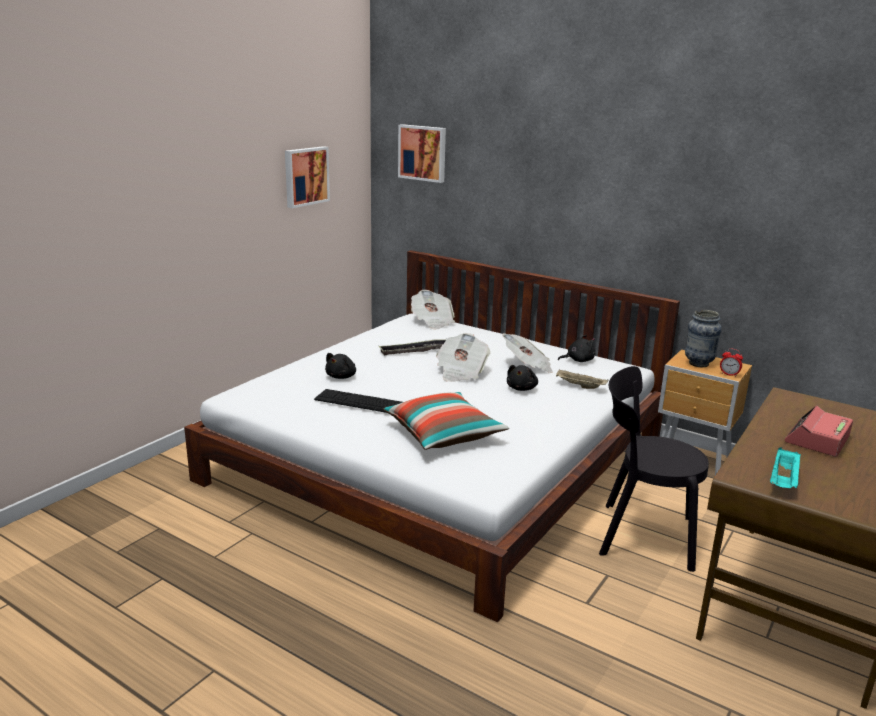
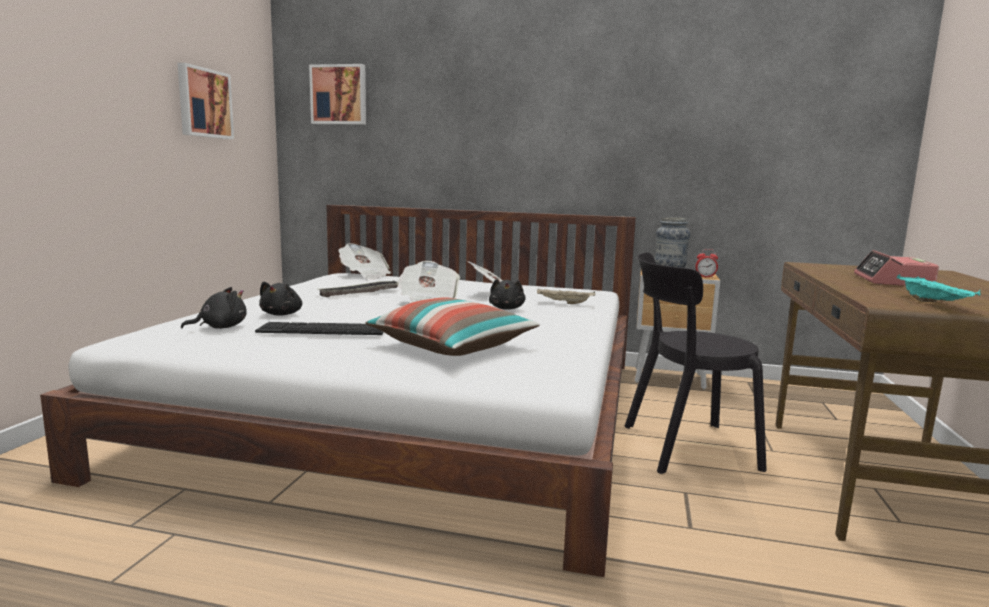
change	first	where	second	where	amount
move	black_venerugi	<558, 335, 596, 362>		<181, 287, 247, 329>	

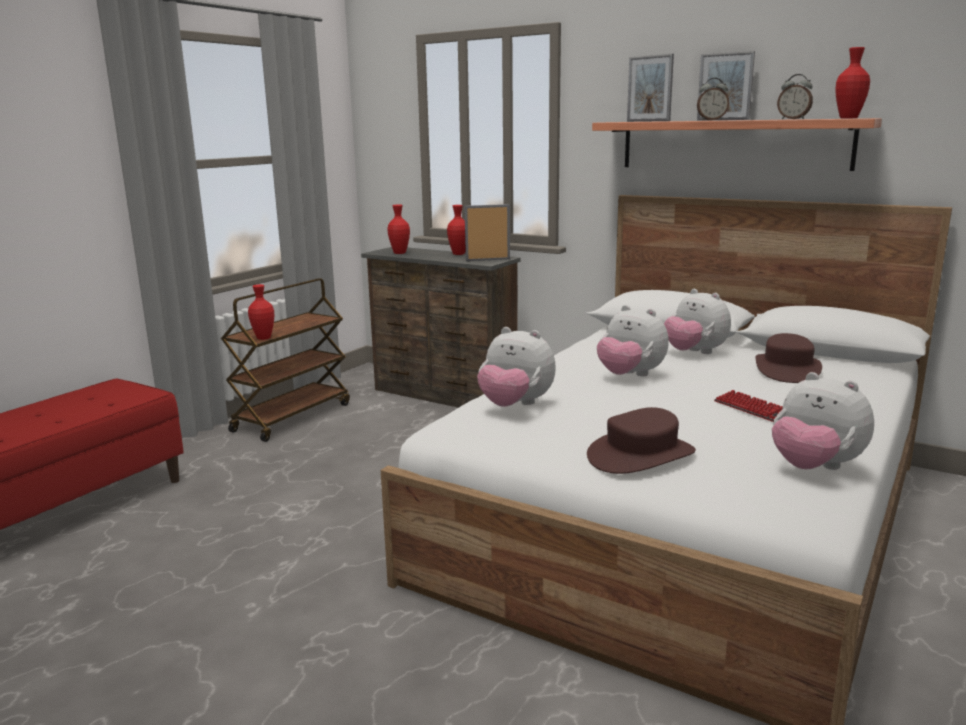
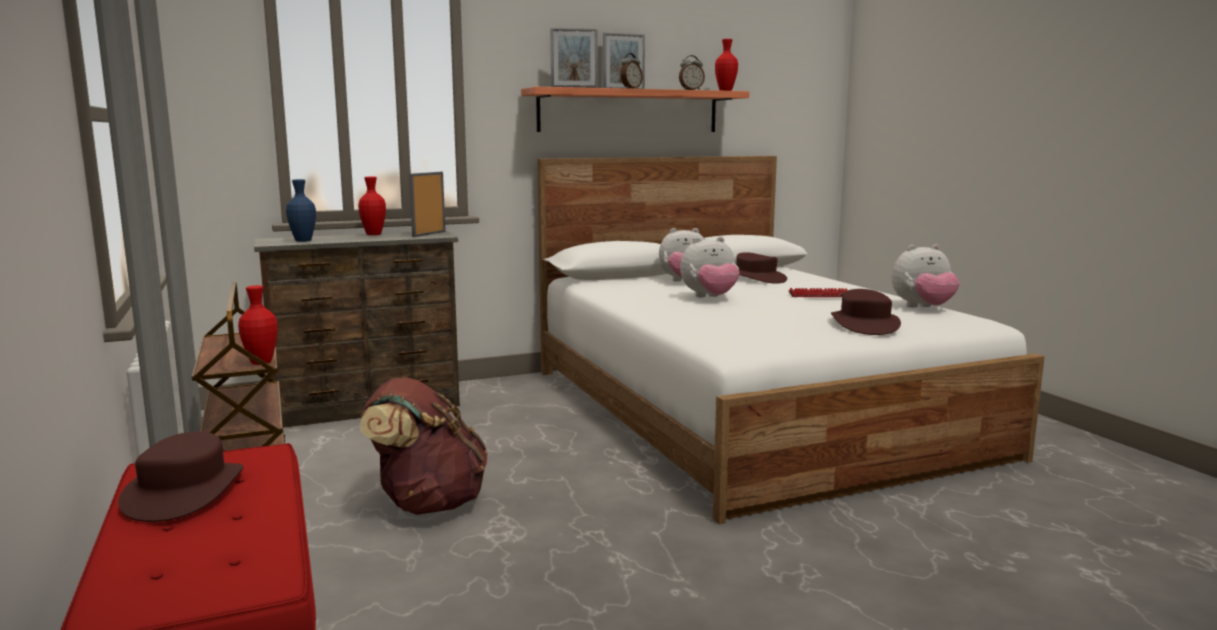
change	first	where	second	where	amount
recolor	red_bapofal	<387, 204, 410, 254>	blue_bapofal	<286, 179, 316, 242>	
delete	venerugi	<477, 327, 556, 407>			
insert			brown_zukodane	<118, 431, 243, 522>	
insert			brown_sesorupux	<360, 377, 488, 515>	

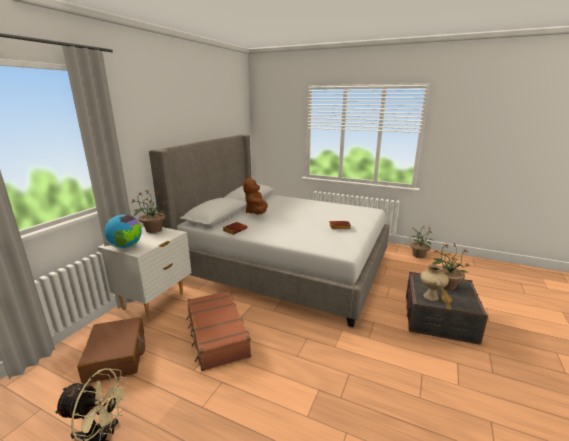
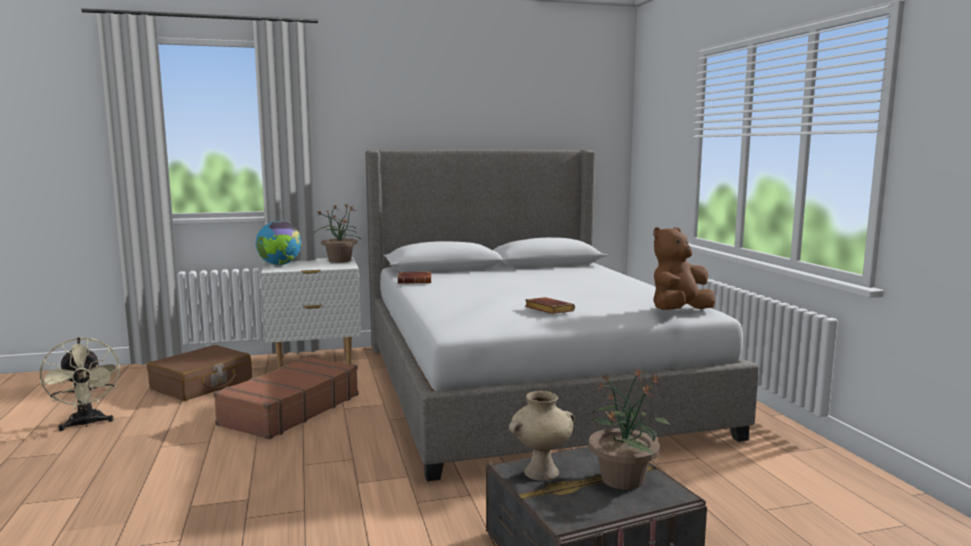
change	first	where	second	where	amount
move	brown_venerugi	<243, 177, 268, 214>		<653, 227, 715, 310>	
delete	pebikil	<409, 226, 433, 258>			

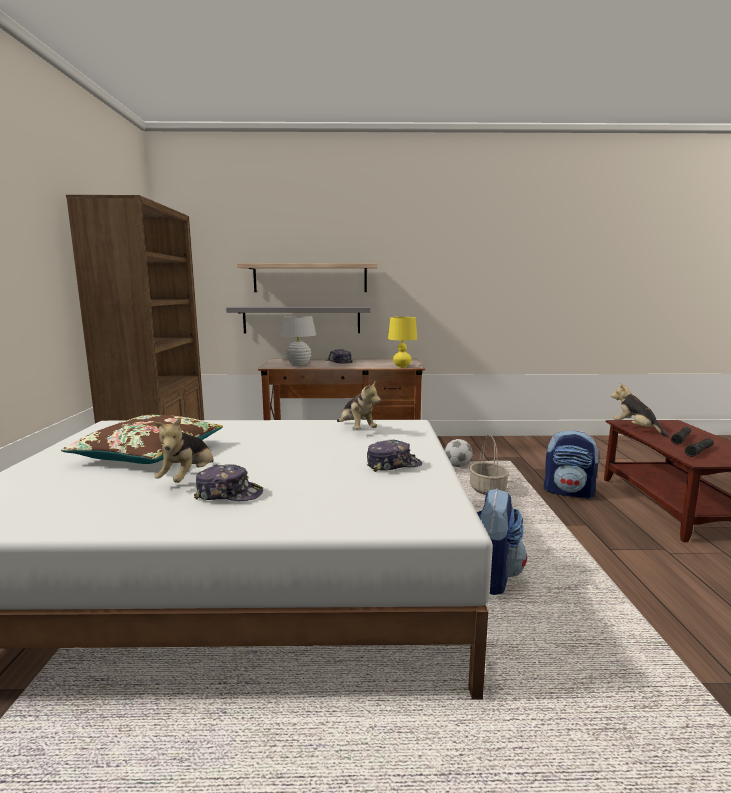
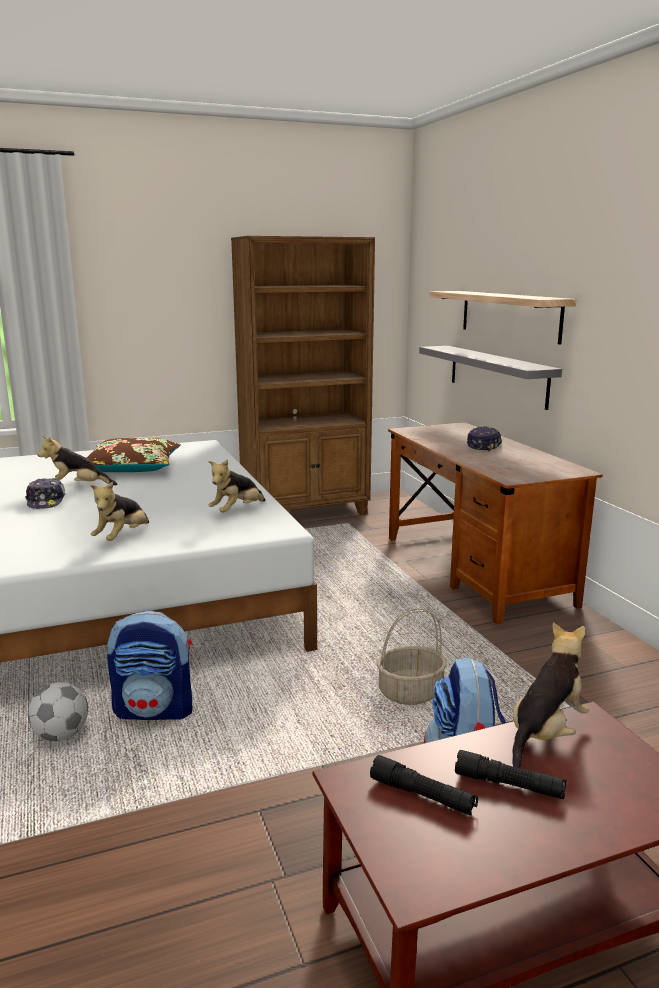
change	first	where	second	where	amount
delete	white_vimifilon	<280, 316, 316, 366>			
replace	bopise	<367, 440, 422, 472>	venerugi	<90, 481, 149, 541>	
delete	yellow_vimifilon	<388, 317, 417, 367>			
move	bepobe	<445, 439, 472, 467>		<28, 682, 88, 741>	

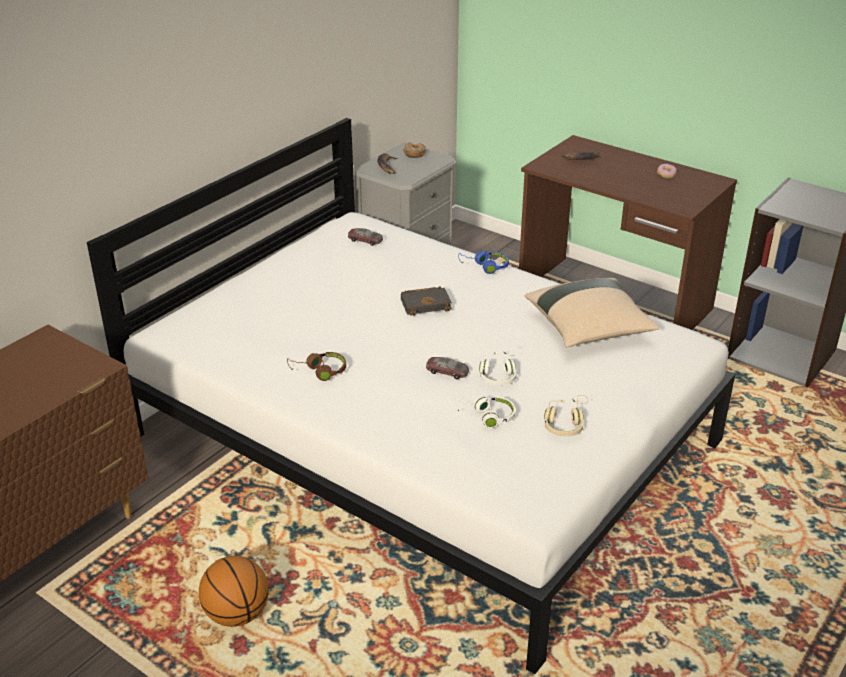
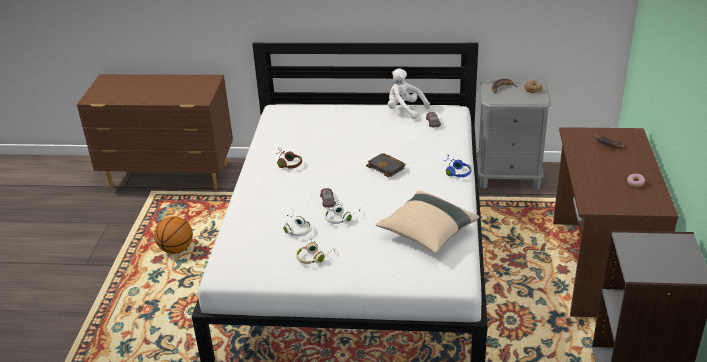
change	first	where	second	where	amount
insert			white_venerugi	<388, 68, 430, 119>	

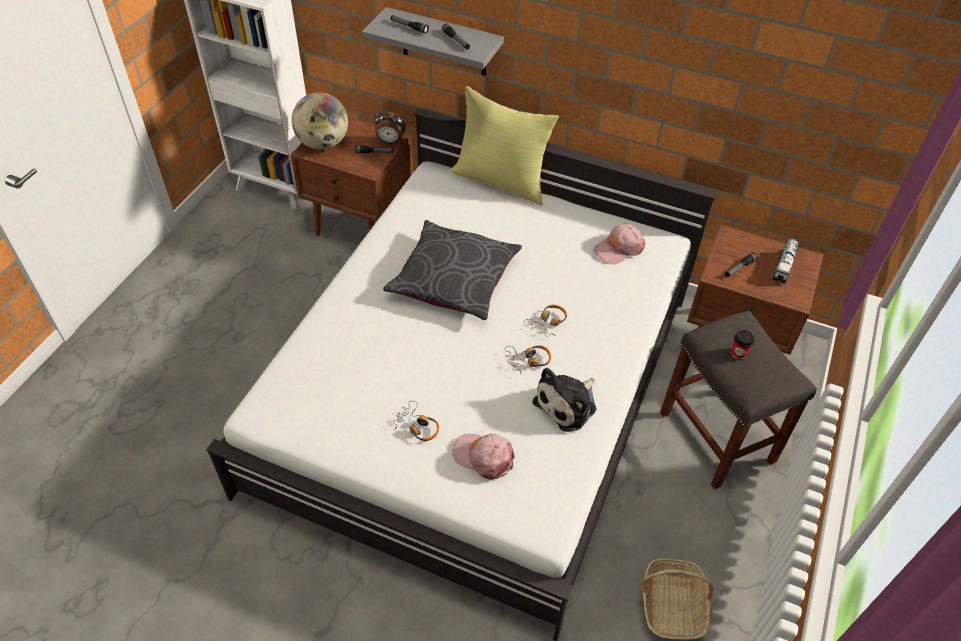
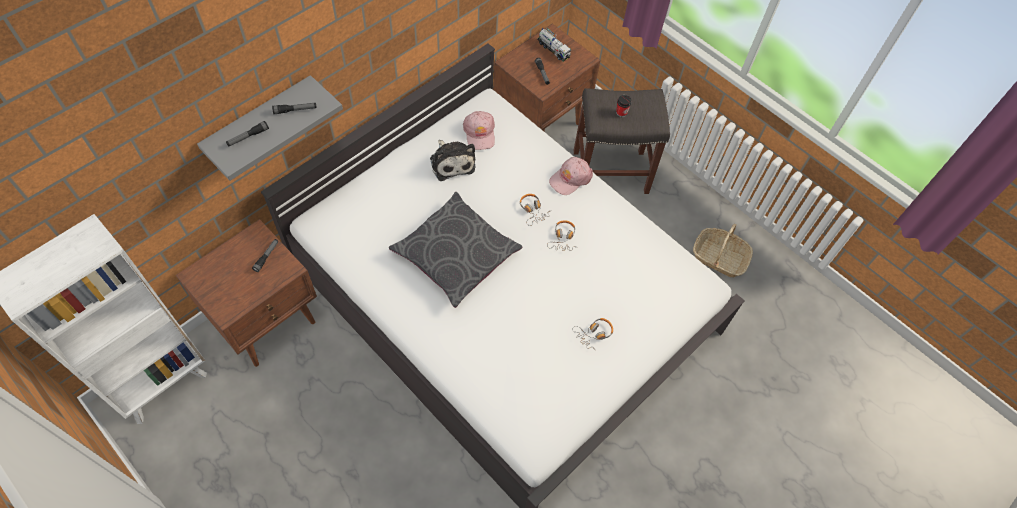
change	first	where	second	where	amount
delete	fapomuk	<292, 92, 348, 150>			
delete	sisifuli	<374, 108, 406, 144>			
delete	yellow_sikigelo	<451, 86, 559, 205>			
move	pink_bopise	<452, 434, 515, 480>		<549, 157, 593, 195>	
move	venerugi	<532, 368, 596, 432>		<430, 140, 476, 181>	

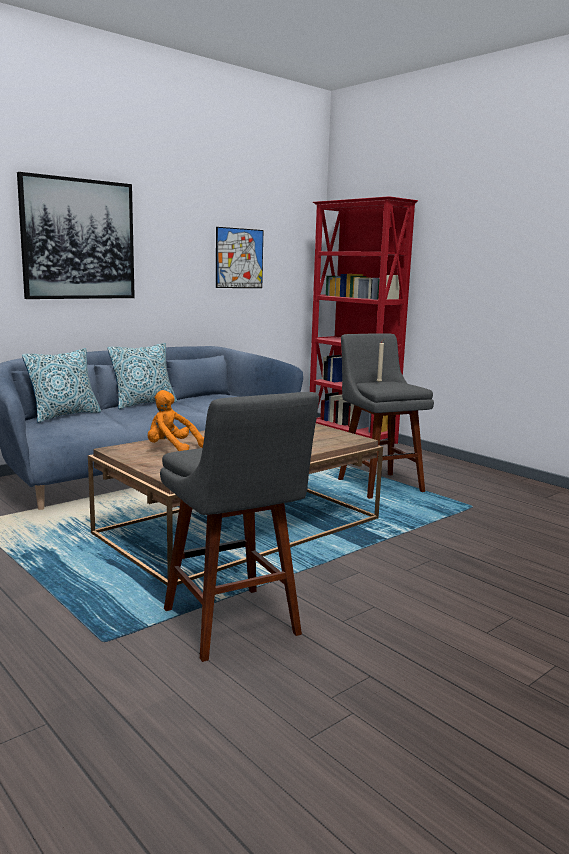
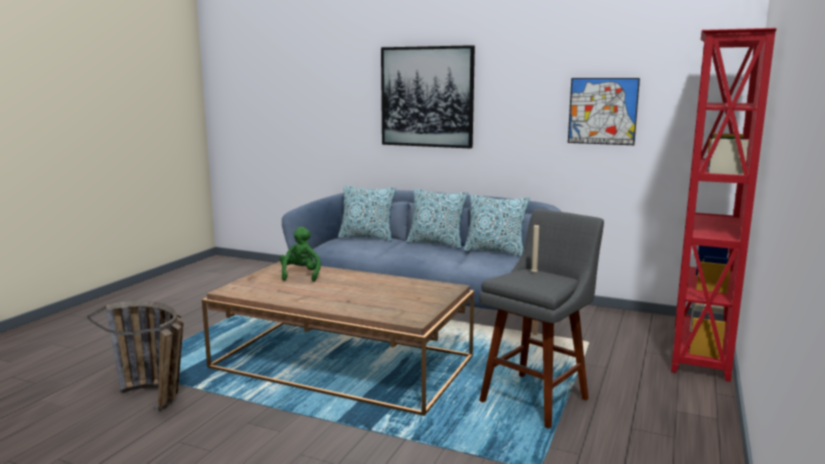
change	first	where	second	where	amount
recolor	orange_venerugi	<148, 390, 204, 451>	green_venerugi	<280, 227, 321, 282>	
replace	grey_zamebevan	<160, 392, 319, 662>	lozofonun	<87, 301, 184, 412>	
insert			sikigelo	<464, 195, 530, 257>	

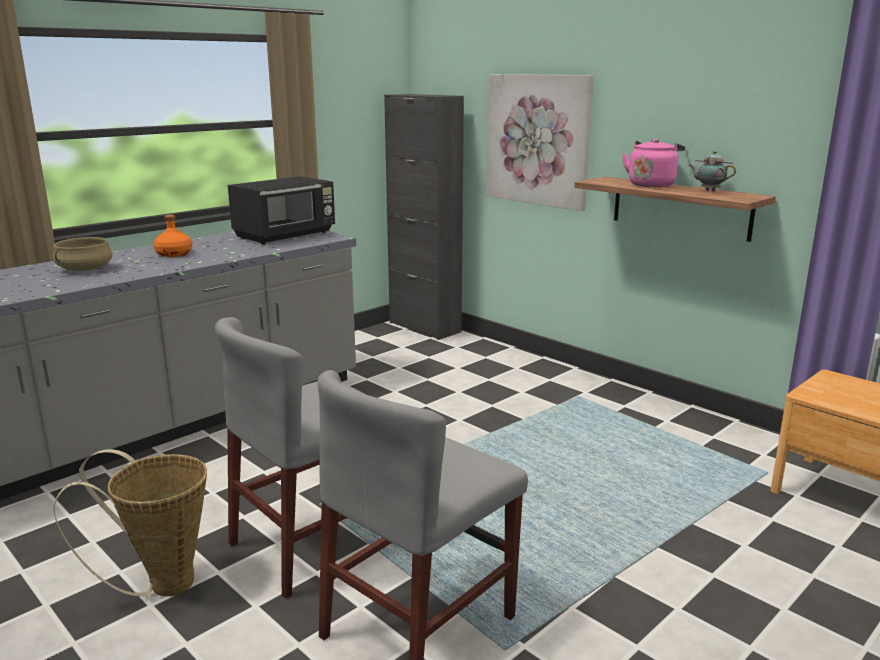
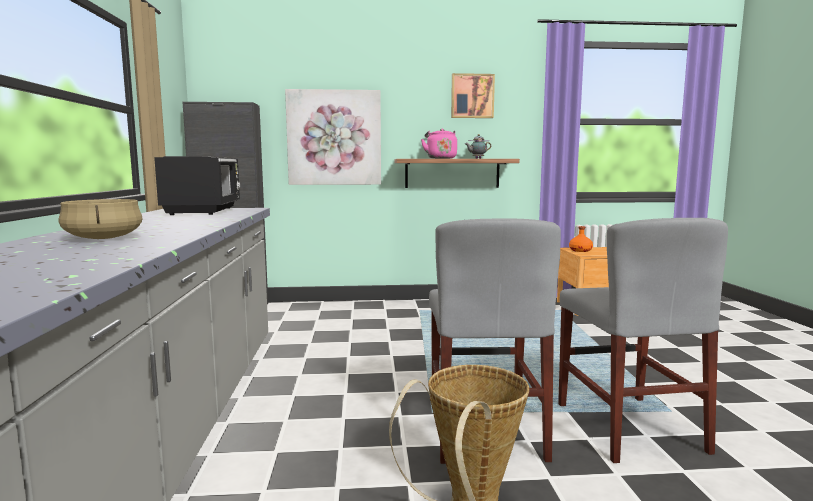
change	first	where	second	where	amount
move	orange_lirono	<154, 215, 192, 257>		<569, 226, 593, 252>	
insert			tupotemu	<451, 73, 495, 118>	

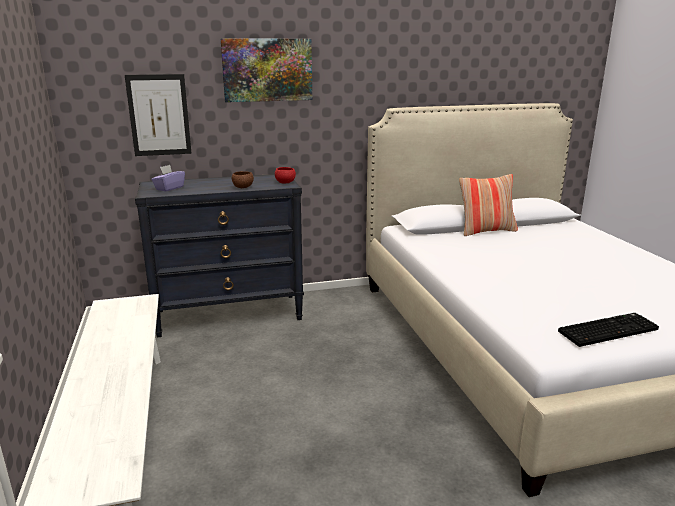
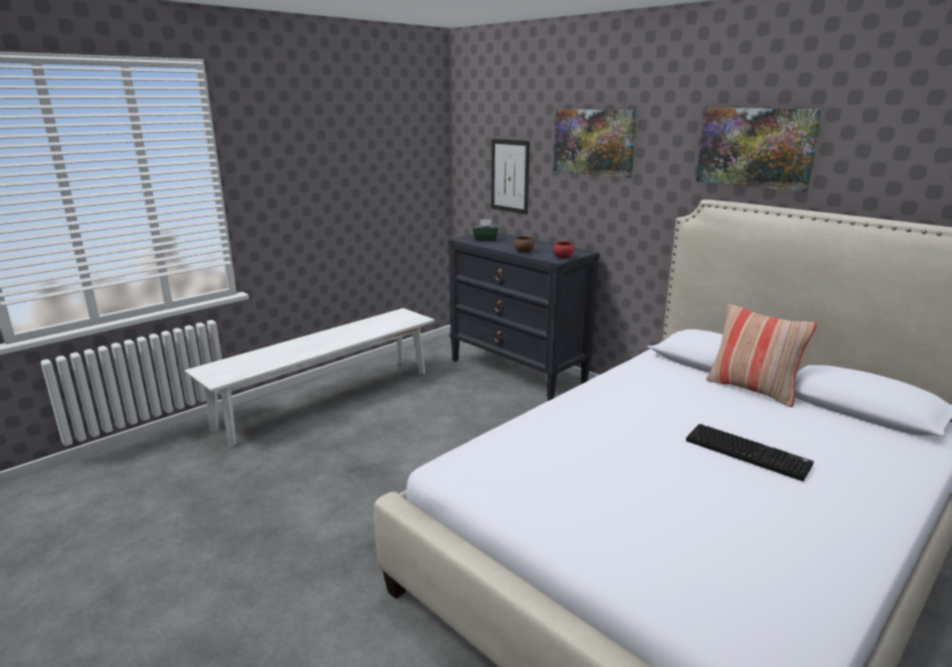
change	first	where	second	where	amount
recolor	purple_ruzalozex	<151, 165, 185, 191>	green_ruzalozex	<472, 219, 499, 241>	
move	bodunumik	<558, 313, 659, 347>		<686, 424, 814, 481>	
insert			tupotemu	<696, 108, 823, 192>	

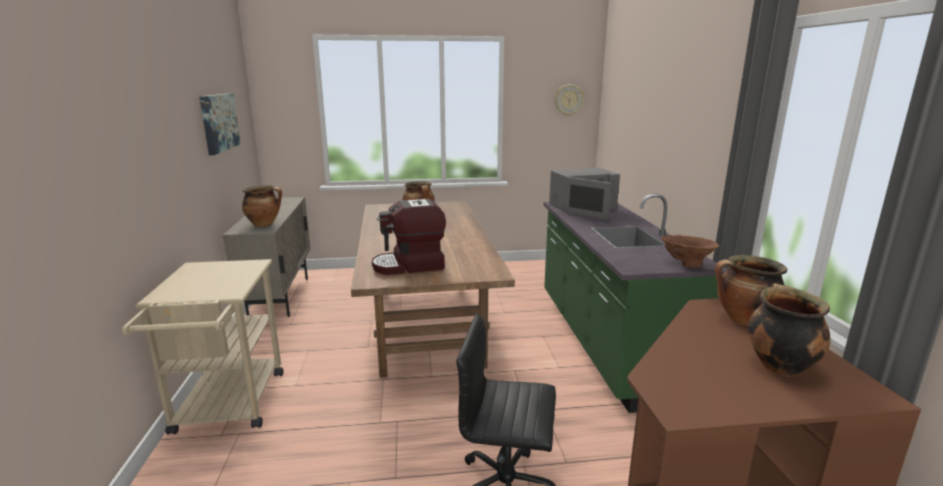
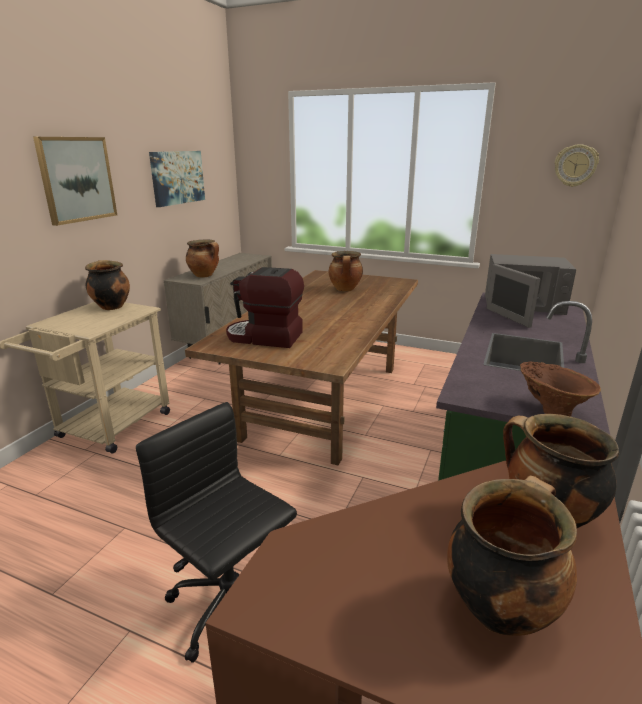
change	first	where	second	where	amount
insert			tupotemu	<33, 137, 117, 226>	
insert			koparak	<85, 260, 130, 310>	

